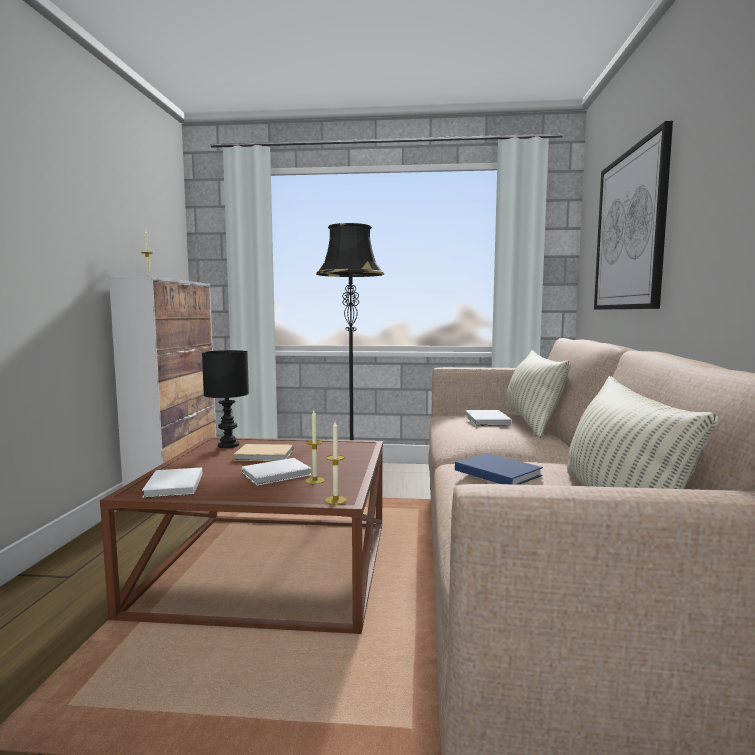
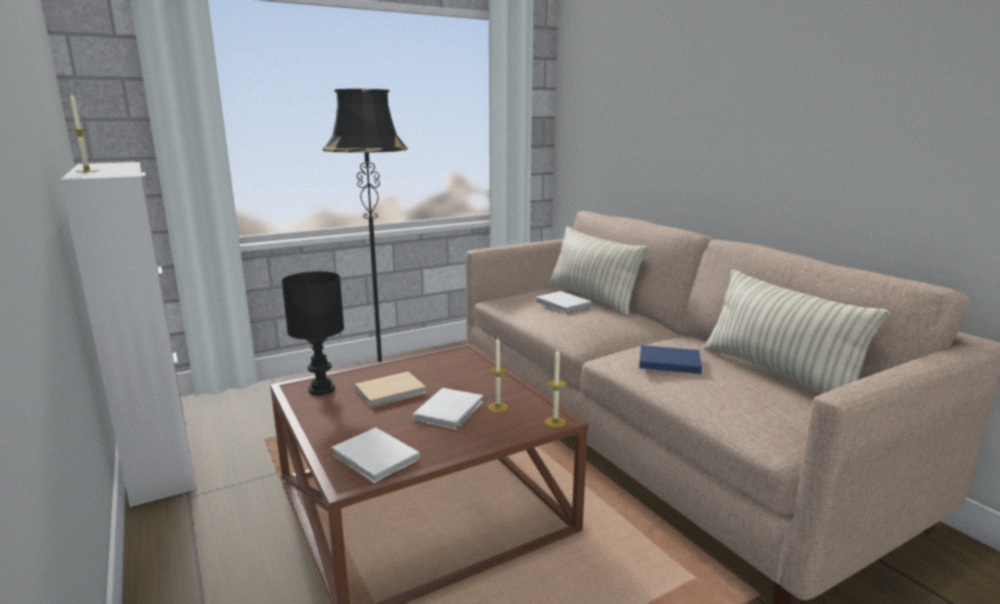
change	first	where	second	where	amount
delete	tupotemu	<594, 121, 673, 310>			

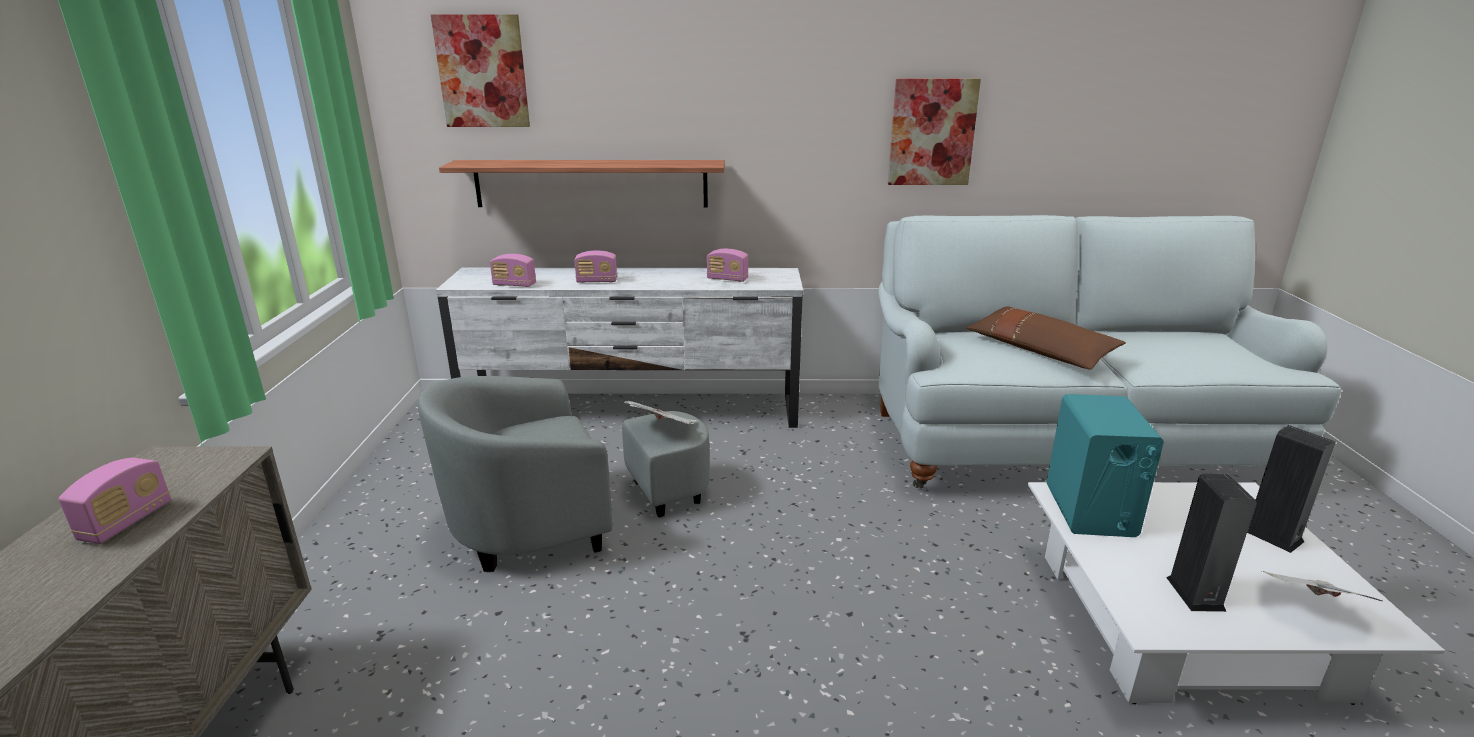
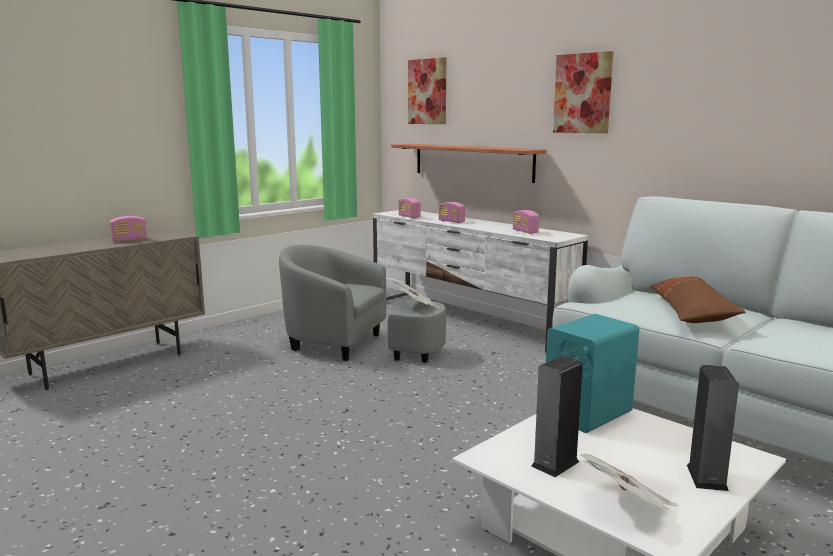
change	first	where	second	where	amount
move	tupotemu	<888, 79, 981, 185>		<553, 51, 613, 134>	

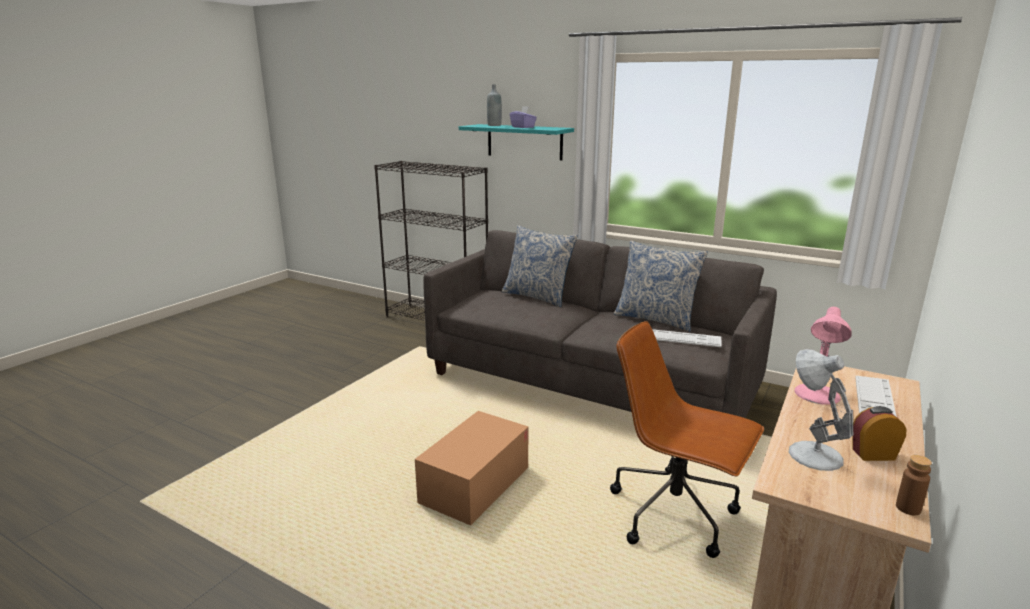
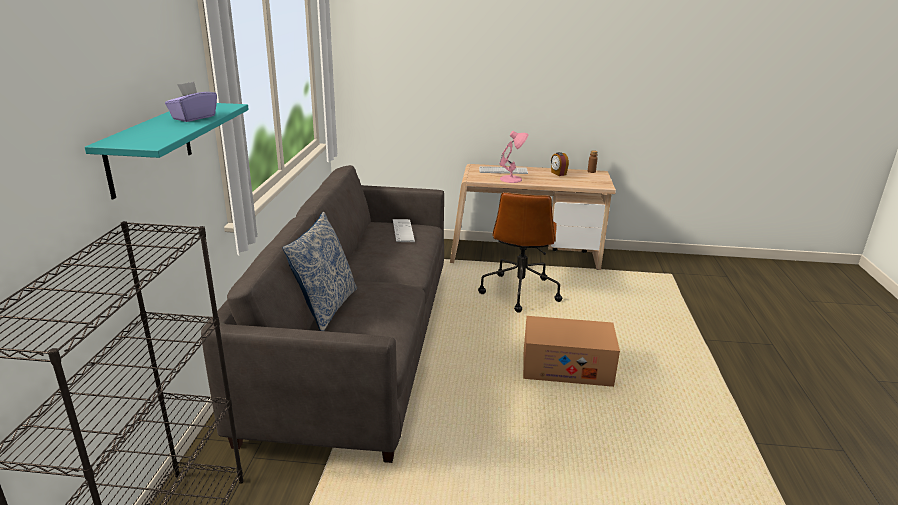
change	first	where	second	where	amount
delete	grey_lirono	<487, 84, 502, 126>			
delete	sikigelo	<614, 241, 708, 332>			
delete	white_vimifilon	<789, 349, 853, 471>			

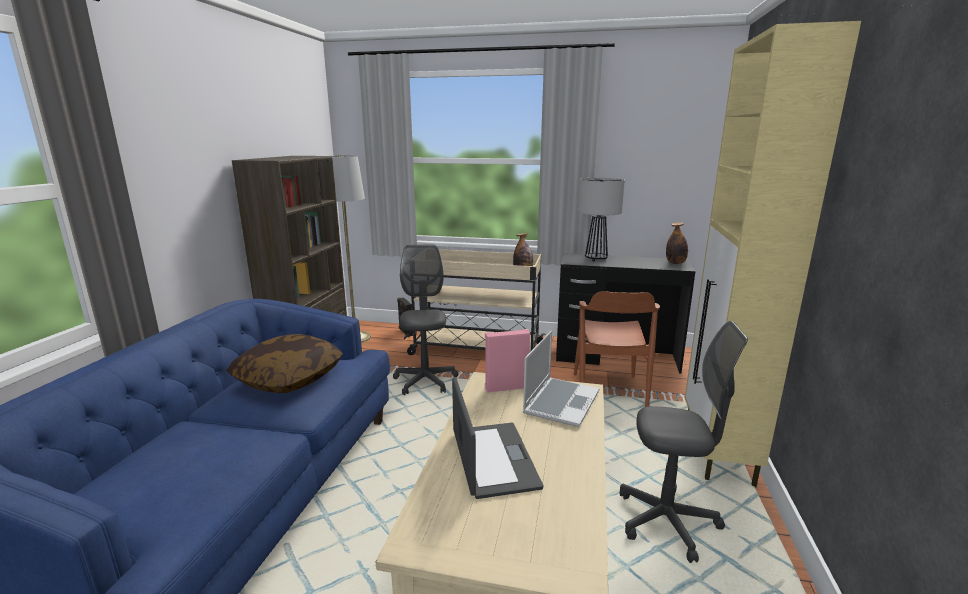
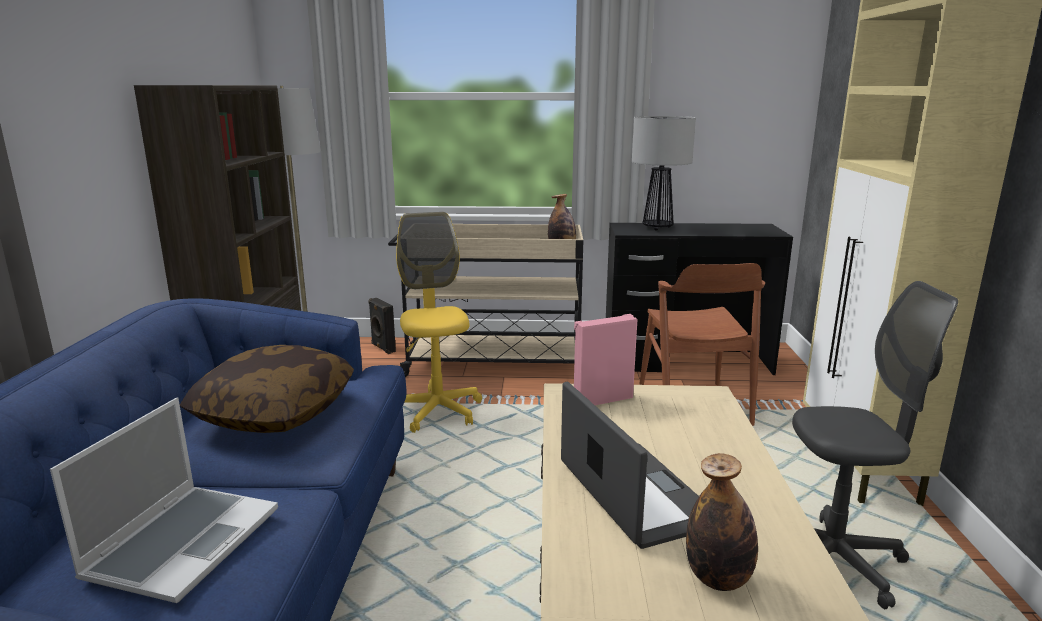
change	first	where	second	where	amount
recolor	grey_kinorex	<393, 244, 458, 395>	yellow_kinorex	<396, 212, 482, 433>	
move	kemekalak	<523, 331, 599, 427>		<50, 397, 278, 603>	
move	lirono	<666, 222, 688, 264>		<686, 453, 758, 591>	

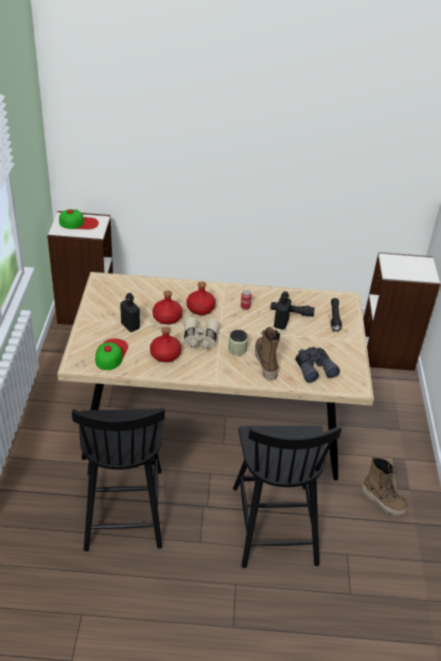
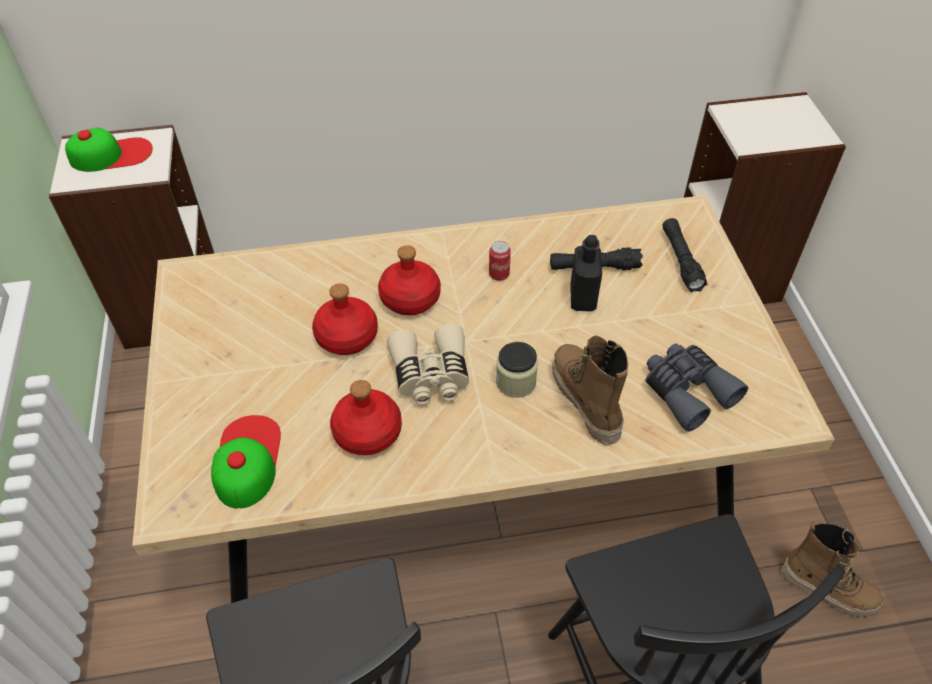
change	first	where	second	where	amount
delete	black_lirono	<120, 293, 140, 332>			

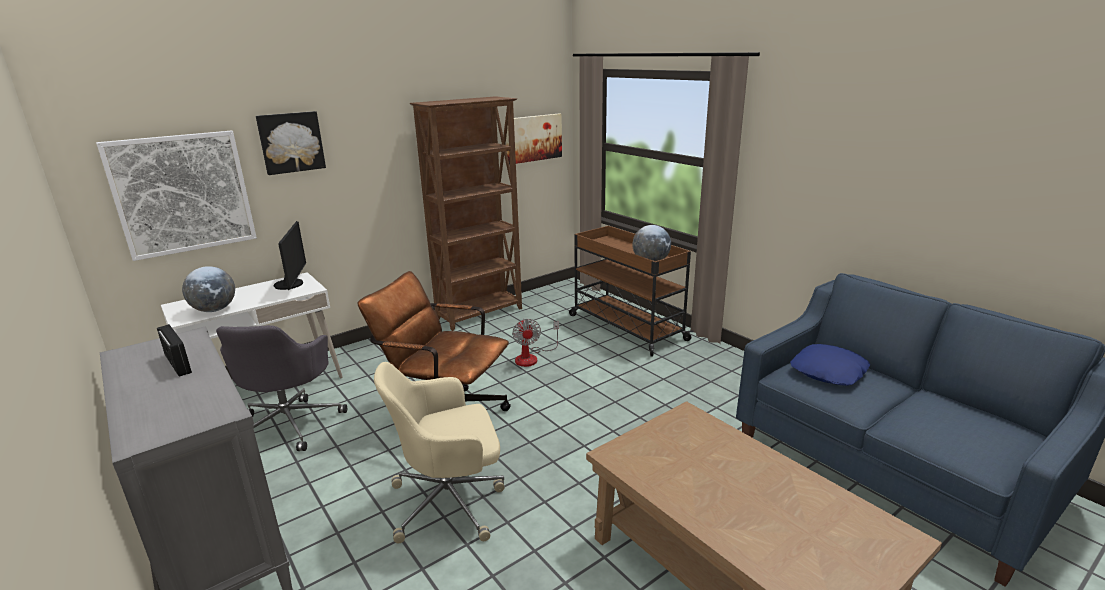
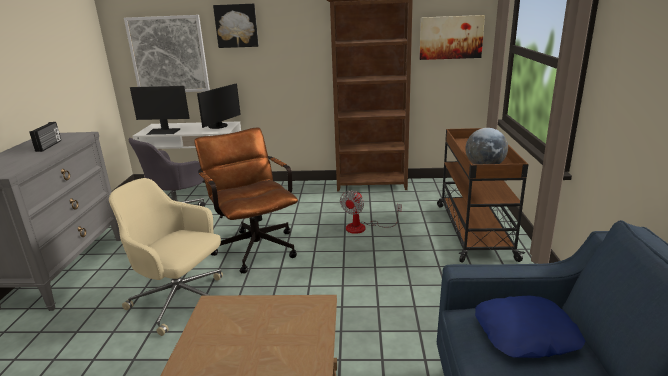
change	first	where	second	where	amount
replace	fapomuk	<182, 266, 235, 312>	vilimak	<130, 86, 190, 135>	

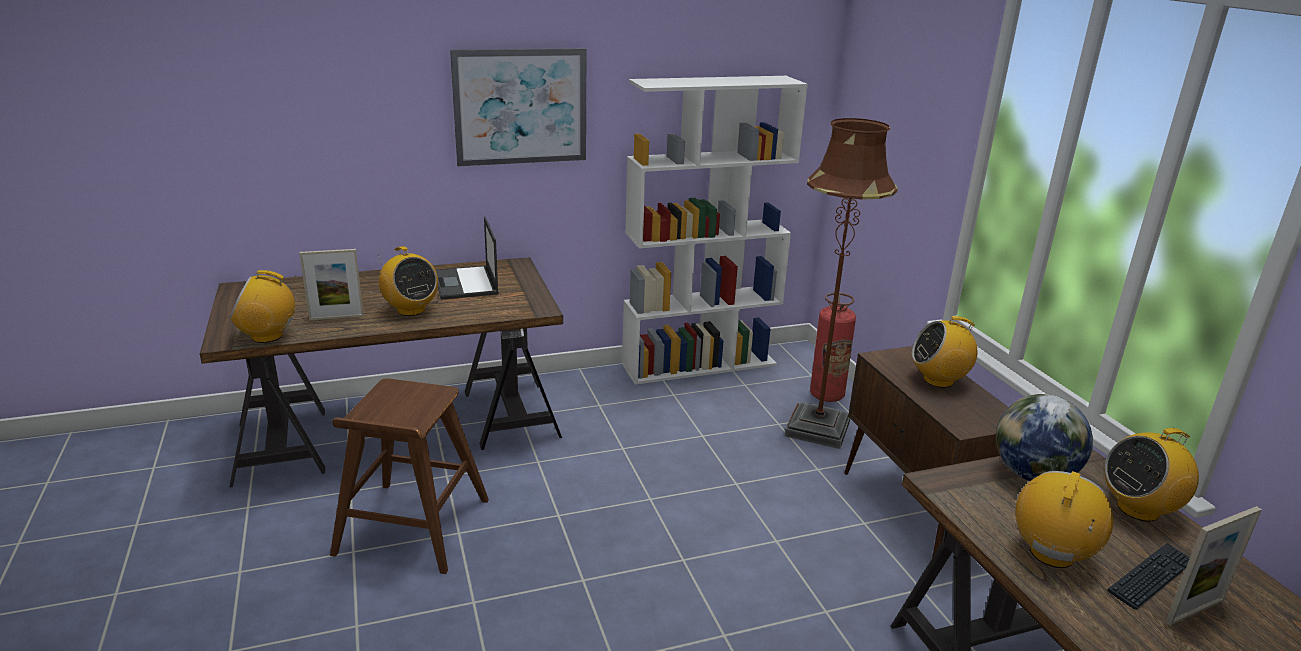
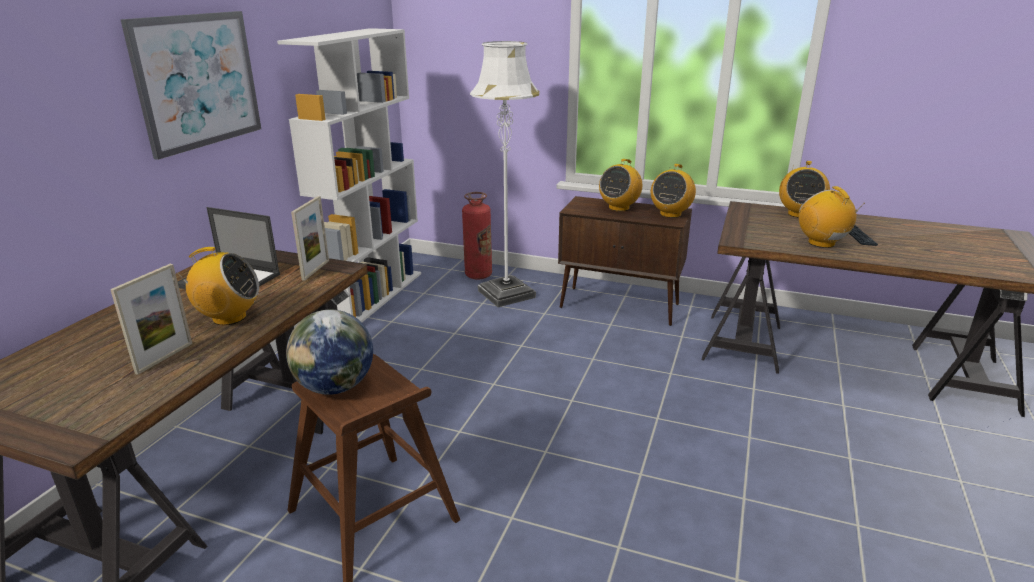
change	first	where	second	where	amount
move	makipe	<230, 270, 296, 343>		<651, 164, 696, 218>	
recolor	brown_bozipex	<785, 118, 898, 449>	white_bozipex	<470, 41, 540, 307>	
move	fapomuk	<996, 394, 1093, 481>		<286, 310, 373, 395>	
move	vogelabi	<1165, 506, 1262, 626>		<291, 196, 329, 281>	

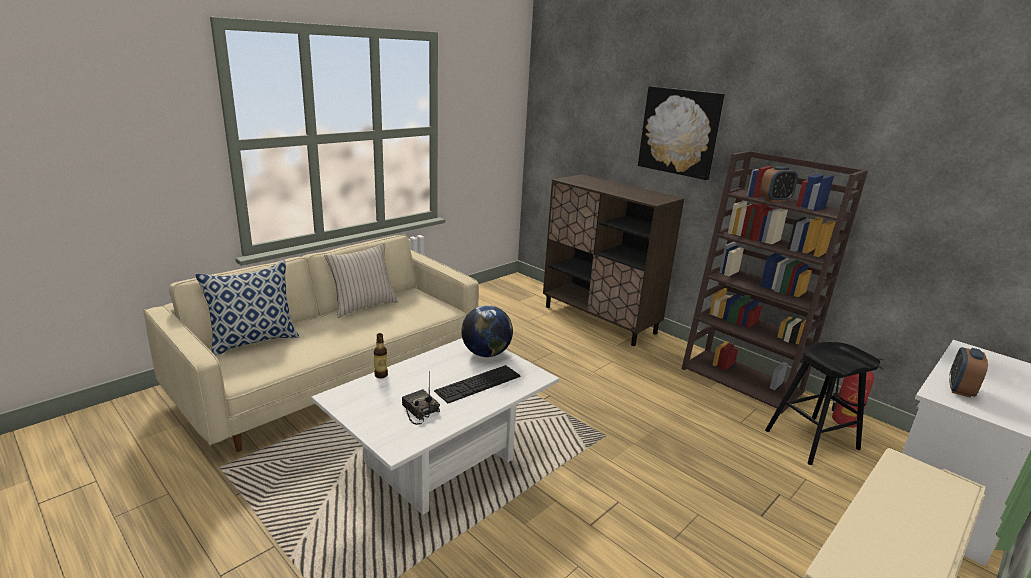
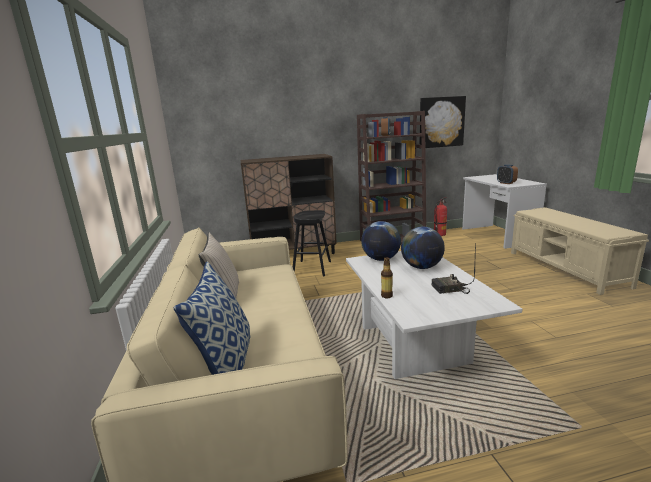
change	first	where	second	where	amount
replace	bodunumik	<434, 365, 520, 403>	fapomuk	<401, 227, 445, 269>	
move	tupotemu	<638, 86, 724, 180>		<419, 96, 466, 149>	
move	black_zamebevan	<765, 342, 880, 465>		<293, 210, 331, 277>	

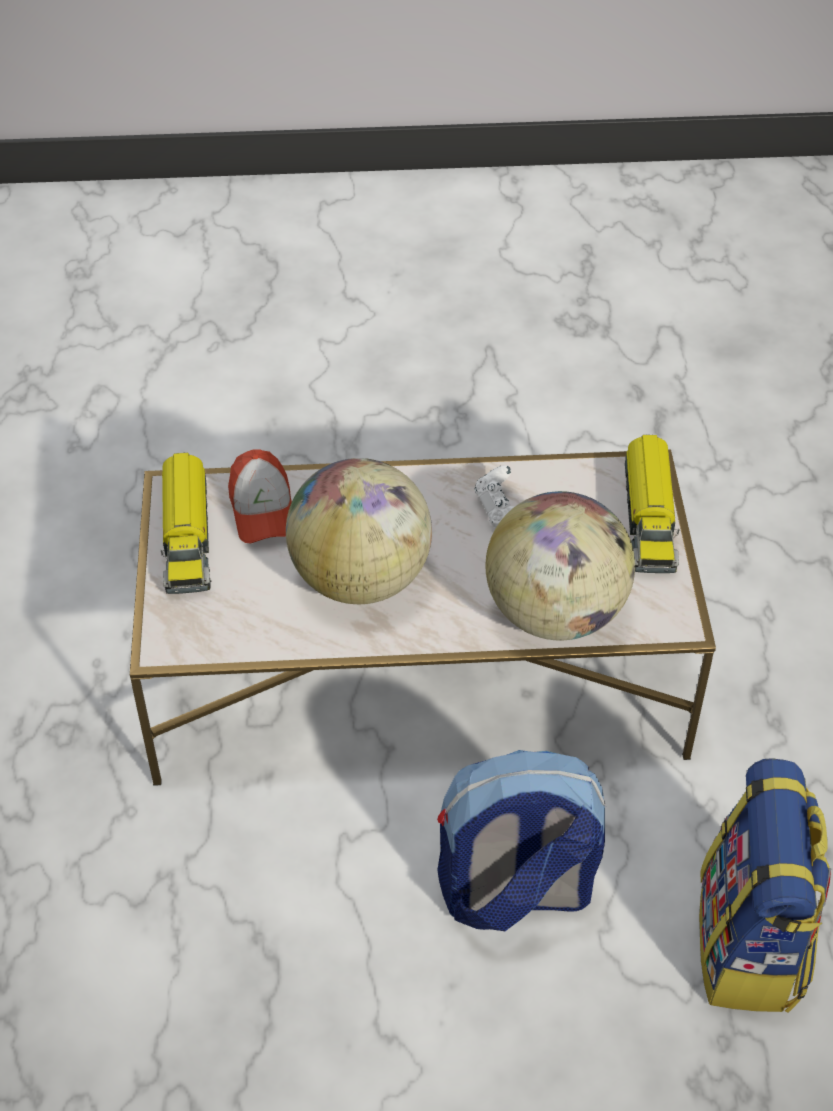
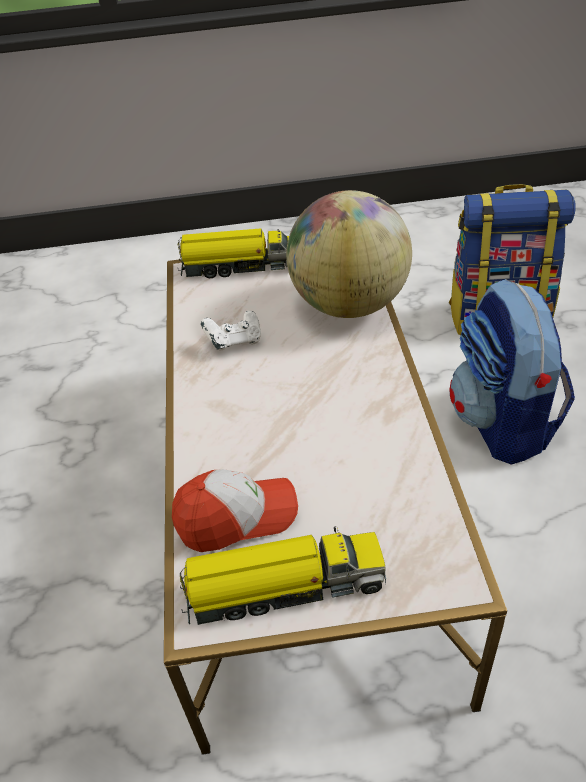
change	first	where	second	where	amount
delete	fapomuk	<286, 458, 432, 604>			

